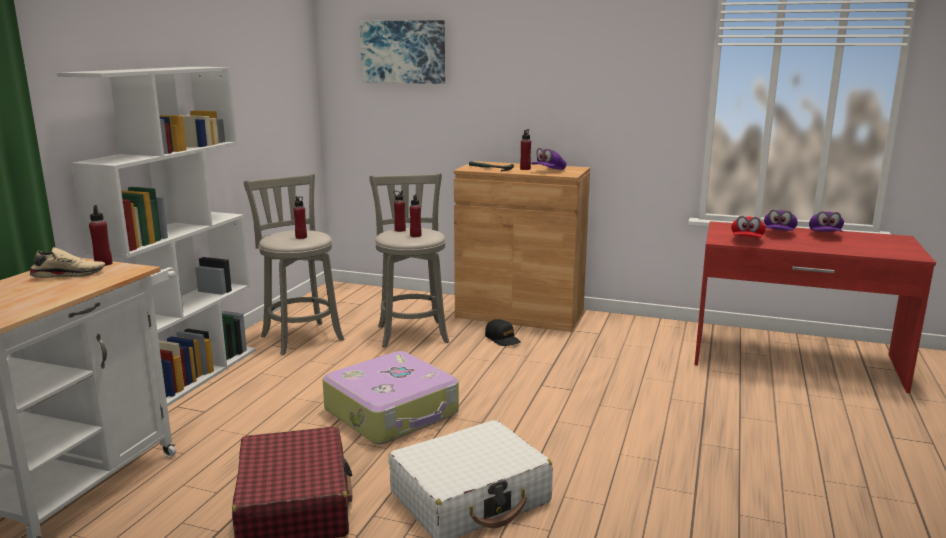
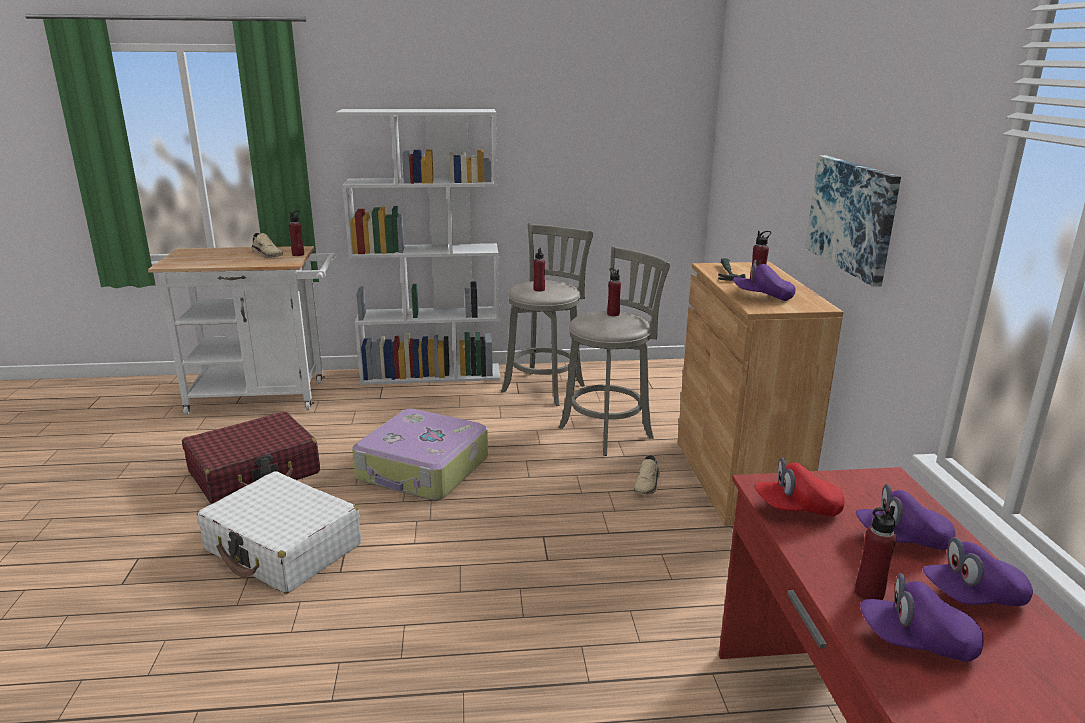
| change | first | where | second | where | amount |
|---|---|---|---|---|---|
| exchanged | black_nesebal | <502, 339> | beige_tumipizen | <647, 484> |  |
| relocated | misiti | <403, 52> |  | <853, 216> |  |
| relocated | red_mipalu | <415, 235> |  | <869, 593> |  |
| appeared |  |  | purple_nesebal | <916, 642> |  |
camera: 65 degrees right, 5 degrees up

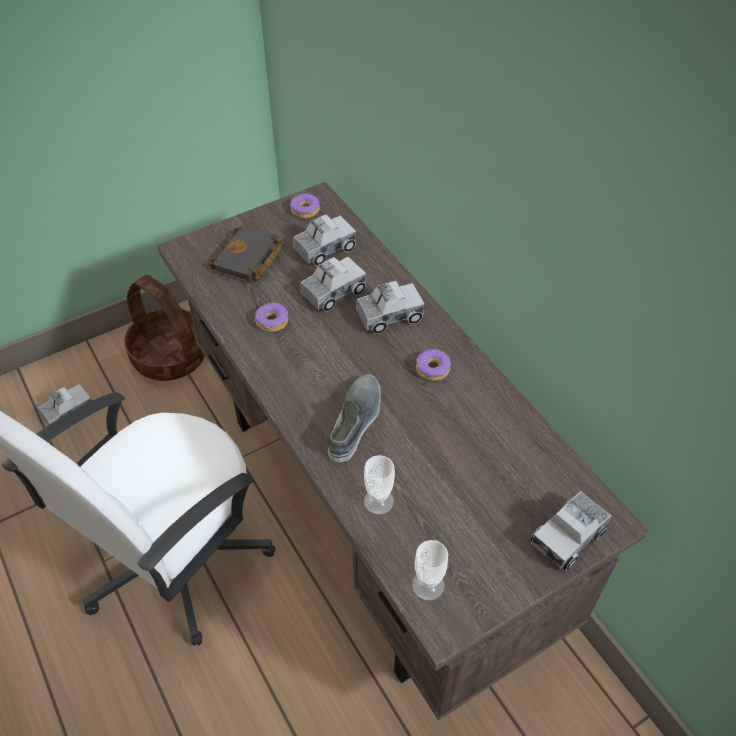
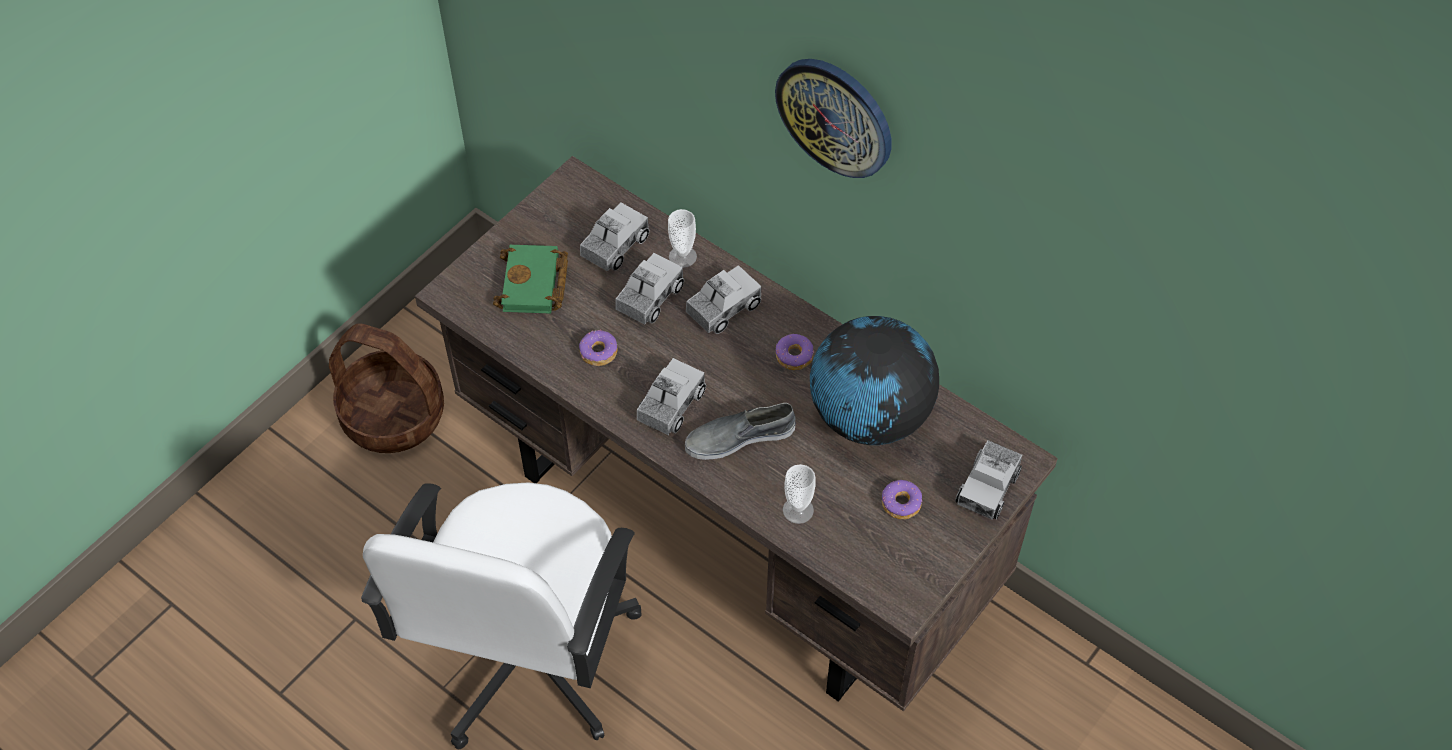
| change | first | where | second | where | amount |
|---|---|---|---|---|---|
| colour | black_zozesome | <249, 260> | green_zozesome | <534, 285> |  |
| relocated | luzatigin | <68, 412> |  | <671, 405> |  |
| relocated | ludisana | <428, 585> |  | <682, 256> |  |
| spun | grey_tumipizen | <355, 421> |  | <739, 437> | 105 degrees counterclockwise |
| appeared |  |  | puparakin | <835, 116> |  |
| appeared |  |  | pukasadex | <869, 416> |  |
| relocated | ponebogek | <305, 210> |  | <901, 504> |  |
camera: 20 degrees left, 5 degrees up

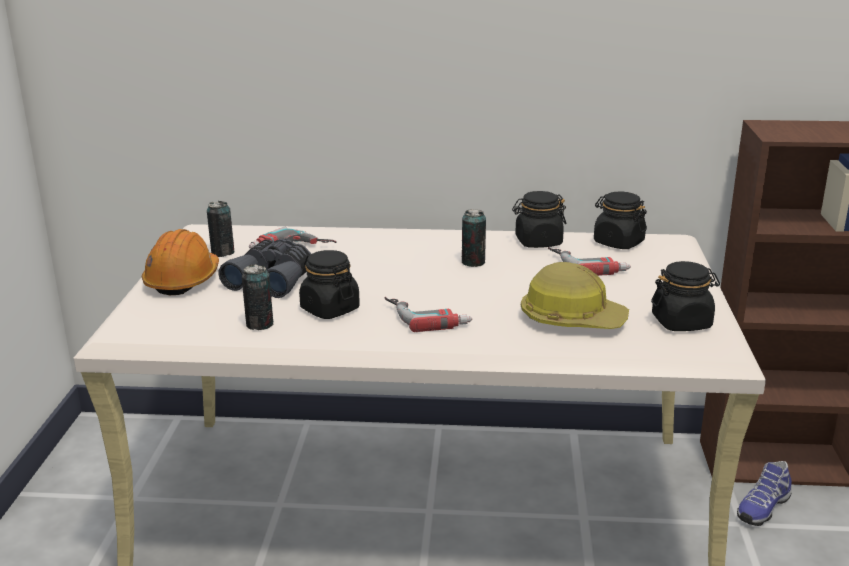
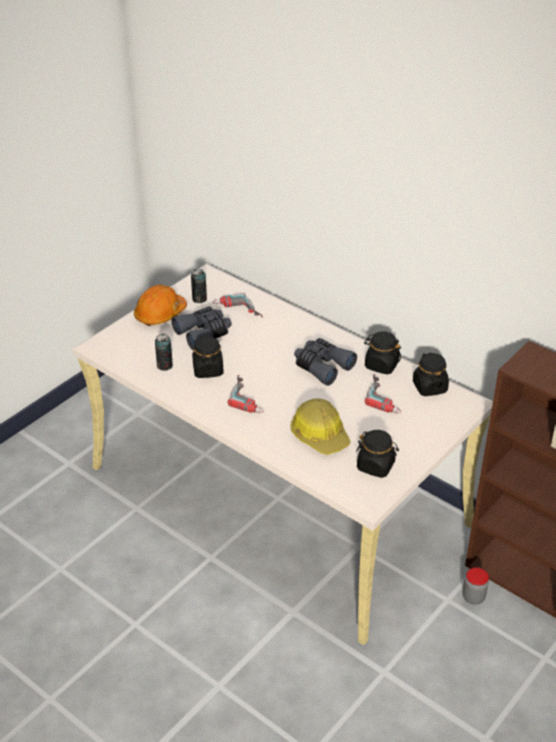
| change | first | where | second | where | amount |
|---|---|---|---|---|---|
| exchanged | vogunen | <473, 262> | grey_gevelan | <322, 366> |  |
| exchanged | tumipizen | <762, 507> | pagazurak | <473, 597> |  |
camera: 35 degrees right, 15 degrees up

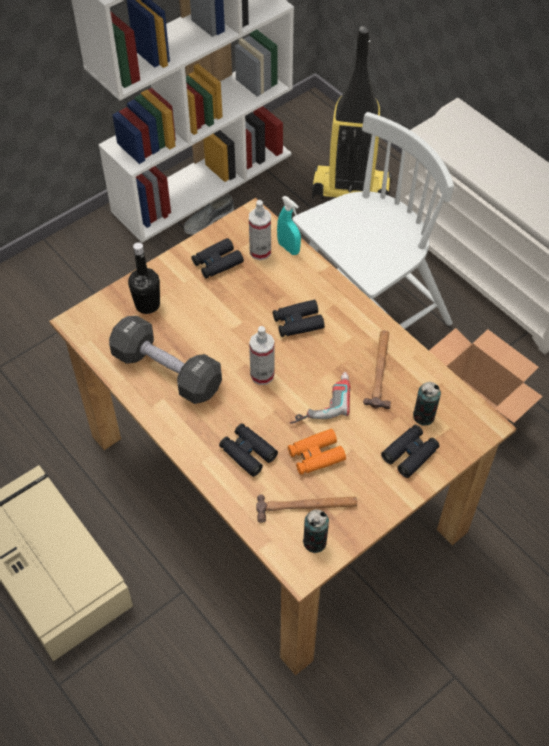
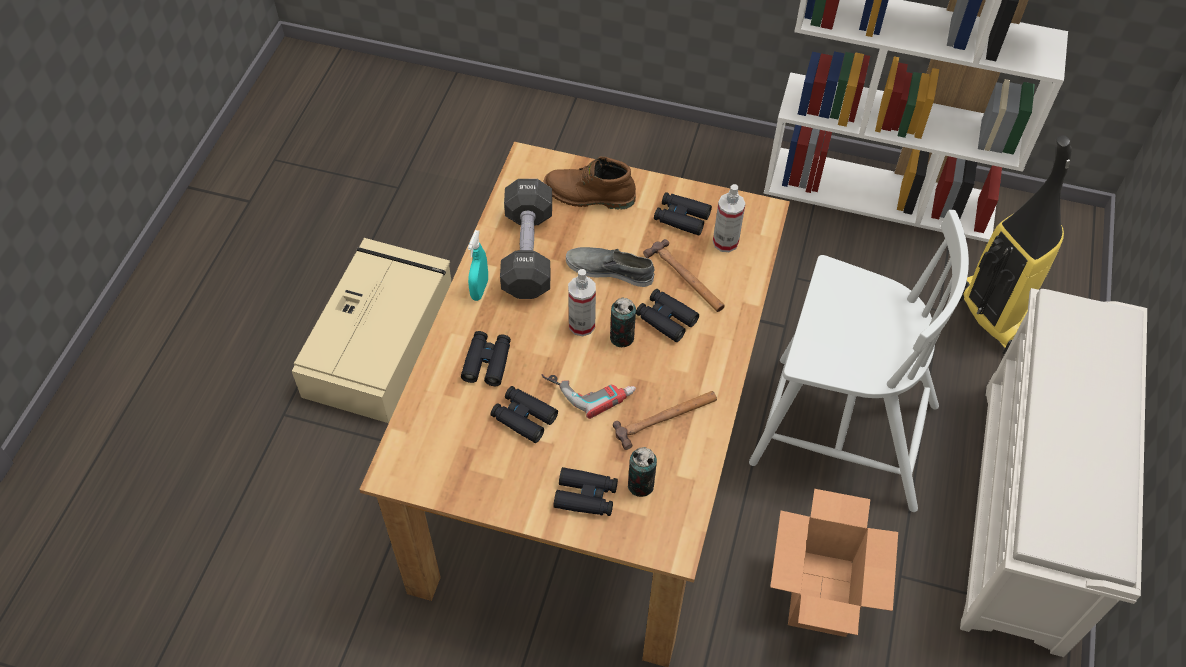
| change | first | where | second | where | amount |
|---|---|---|---|---|---|
| relocated | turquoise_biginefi | <288, 248> |  | <479, 289> |  |
| colour | orange_gevelan | <315, 456> | black_gevelan | <524, 417> |  |
| exchanged | black_mipalu | <147, 305> | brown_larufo | <588, 196> |  |
| relocated | grey_tumipizen | <208, 219> |  | <610, 270> |  |
| relocated | vogunen | <315, 542> |  | <622, 337> |  |
| relocated | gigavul | <306, 507> |  | <685, 279> |  |
camera: 55 degrees right, 0 degrees up

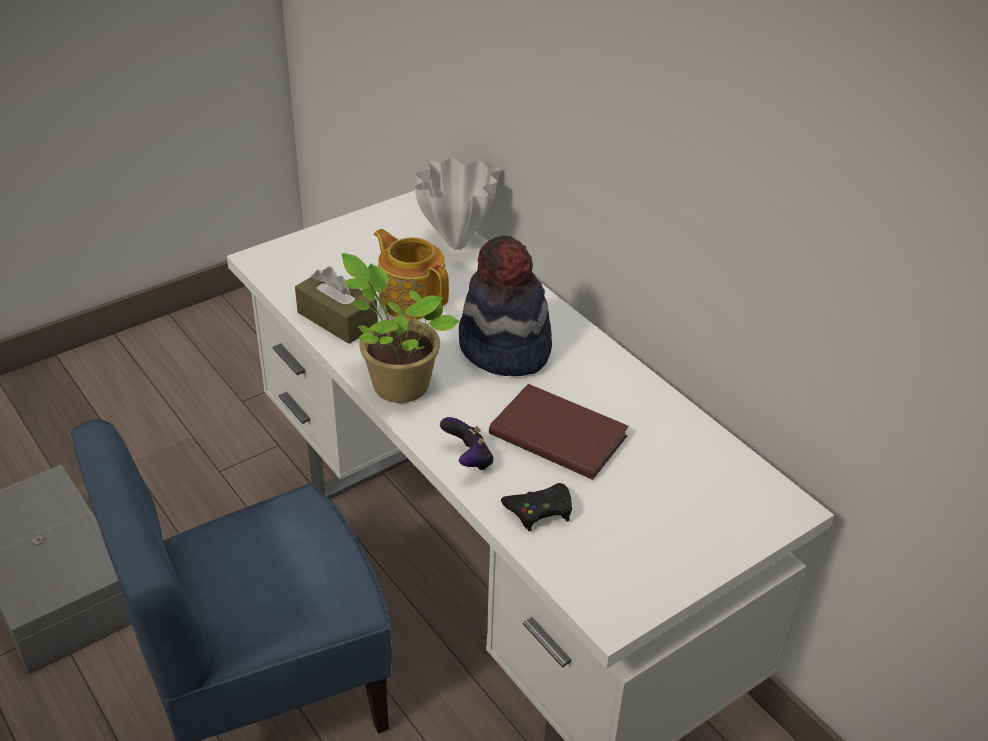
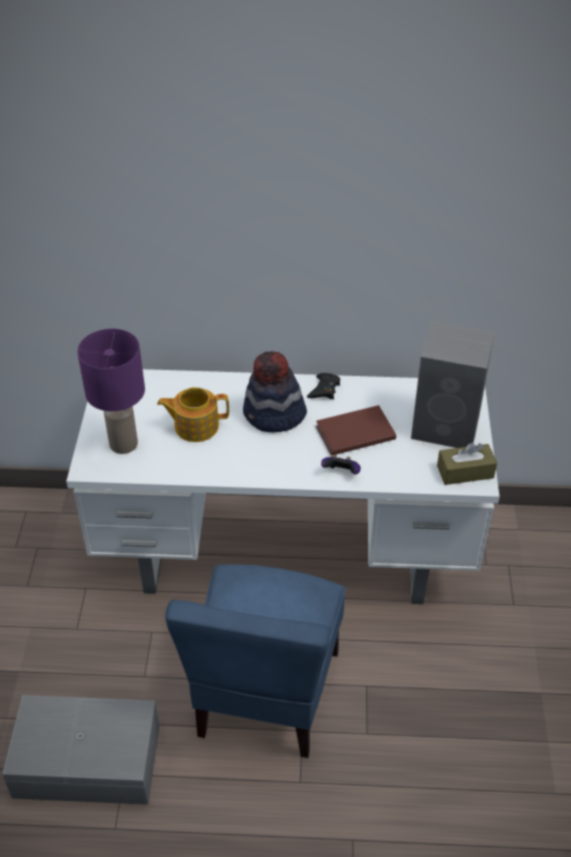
| change | first | where | second | where | amount |
|---|---|---|---|---|---|
| appeared |  |  | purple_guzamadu | <122, 444> |  |
| relocated | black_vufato | <539, 510> |  | <324, 389> |  |
| appeared |  |  | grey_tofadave | <447, 426> |  |
| relocated | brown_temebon | <337, 319> |  | <465, 472> |  |
| missing | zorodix | <397, 384> |  |  |  |
| missing | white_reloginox | <455, 244> |  |  |  |
camera: 50 degrees left, 5 degrees up

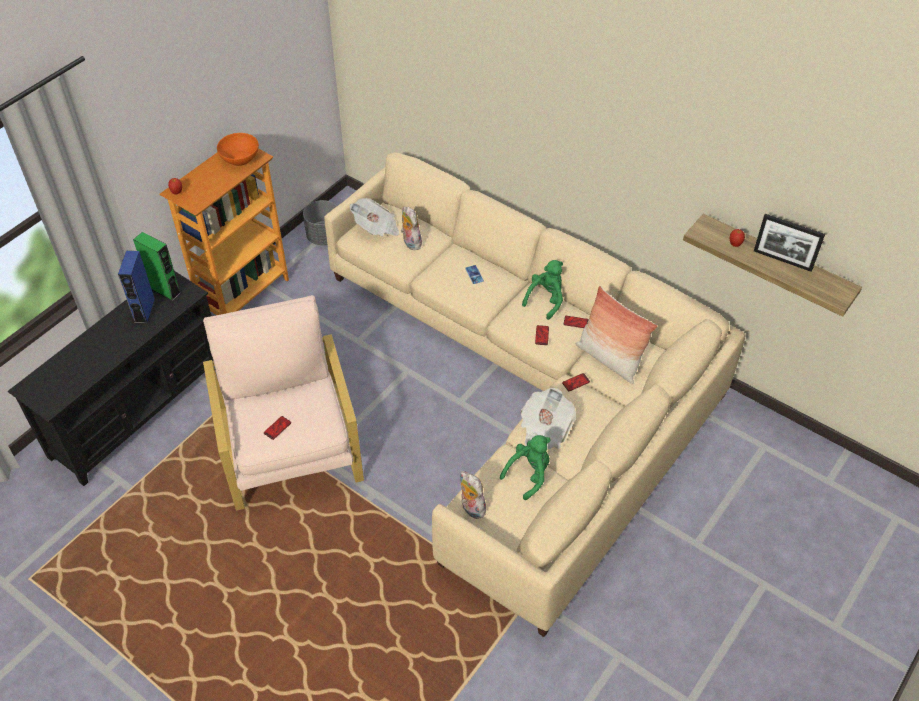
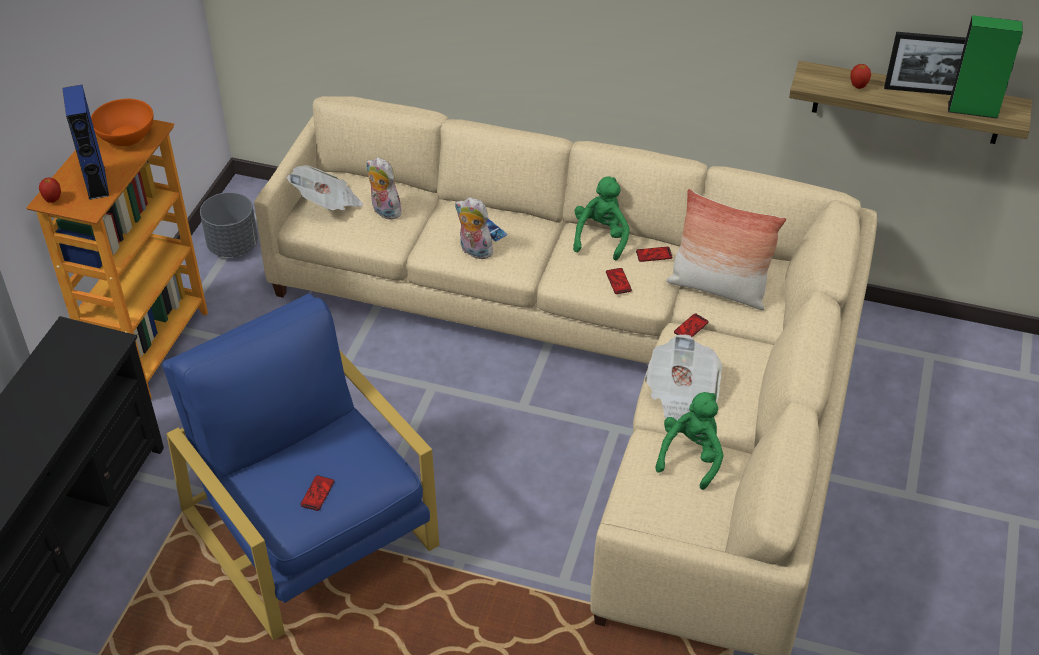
| change | first | where | second | where | amount |
|---|---|---|---|---|---|
| relocated | blue_tofadave | <144, 310> |  | <96, 183> |  |
| colour | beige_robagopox | <289, 445> | blue_robagopox | <310, 530> |  |
| relocated | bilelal | <471, 508> |  | <474, 251> |  |
| relocated | green_tofadave | <164, 290> |  | <973, 109> |  |
camera: 20 degrees left, 5 degrees down

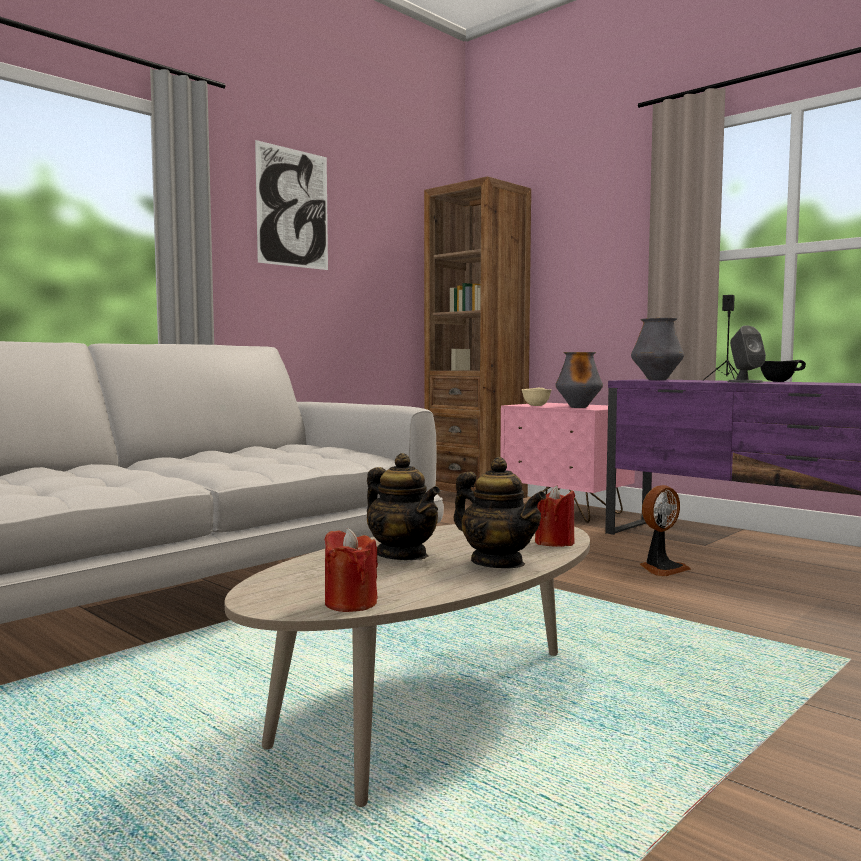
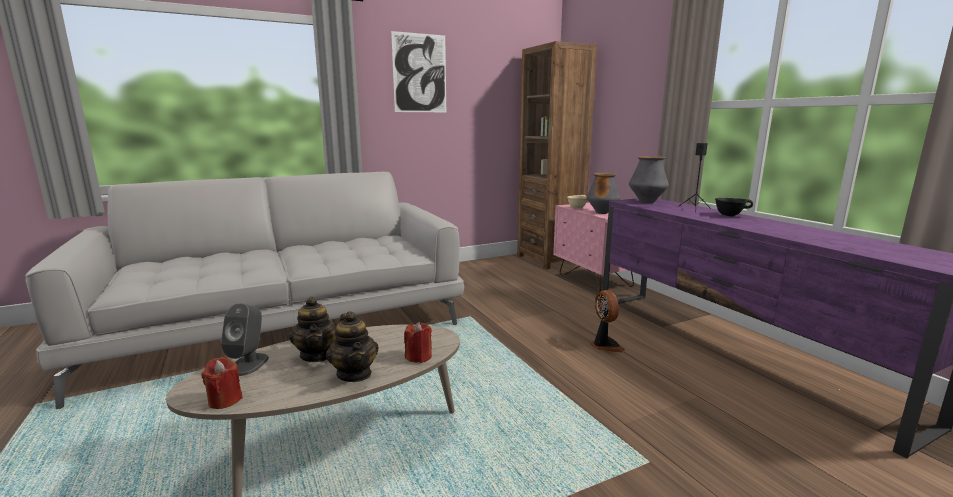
| change | first | where | second | where | amount |
|---|---|---|---|---|---|
| relocated | grey_tofadave | <744, 382> |  | <248, 364> |  |
| spun | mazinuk | <661, 569> |  | <605, 345> | 90 degrees counterclockwise |
camera: 20 degrees right, 10 degrees up

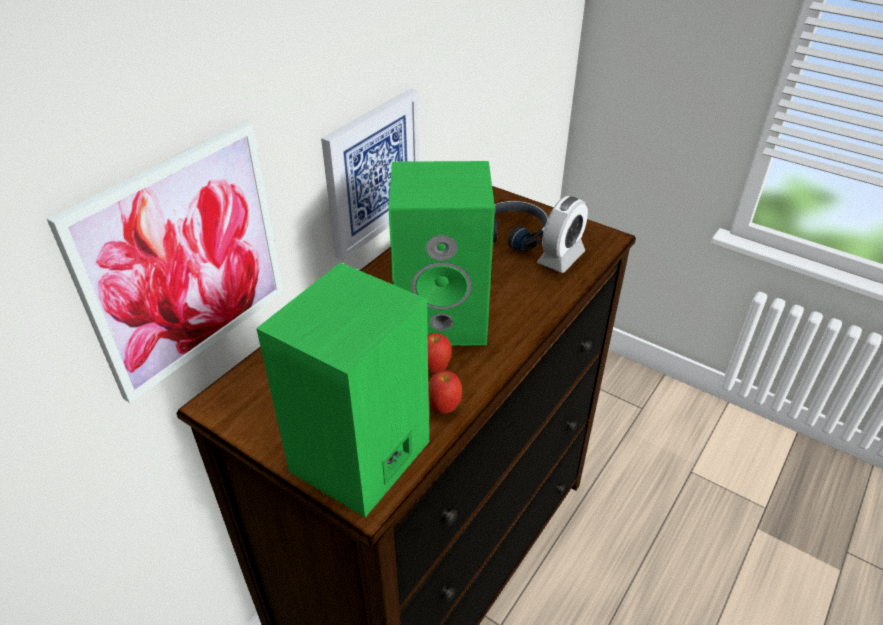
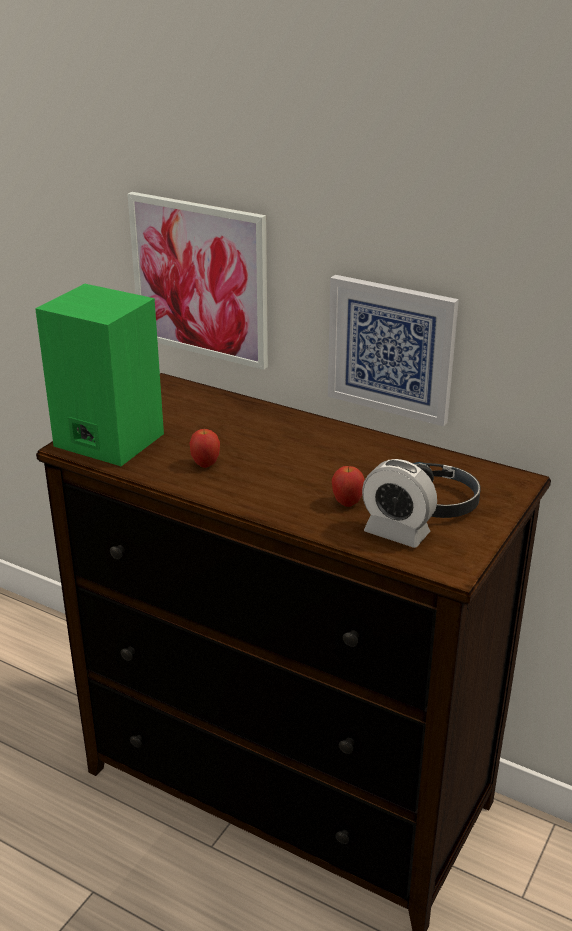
| change | first | where | second | where | amount |
|---|---|---|---|---|---|
| relocated | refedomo | <444, 407> |  | <347, 503> |  |
| missing | green_tofadave | <443, 317> |  |  |  |
camera: 85 degrees right, 10 degrees down

